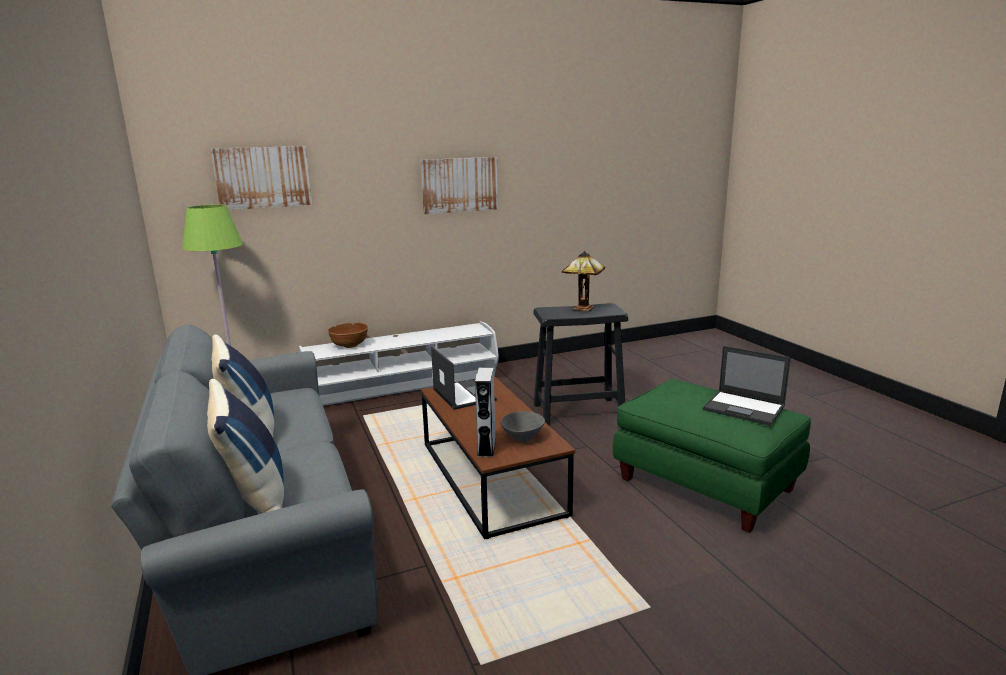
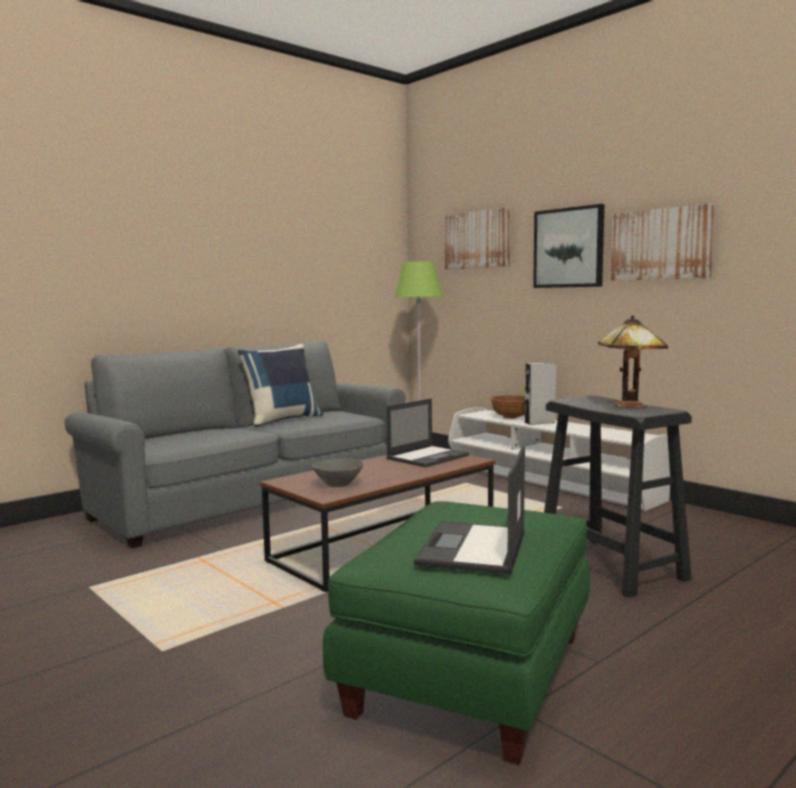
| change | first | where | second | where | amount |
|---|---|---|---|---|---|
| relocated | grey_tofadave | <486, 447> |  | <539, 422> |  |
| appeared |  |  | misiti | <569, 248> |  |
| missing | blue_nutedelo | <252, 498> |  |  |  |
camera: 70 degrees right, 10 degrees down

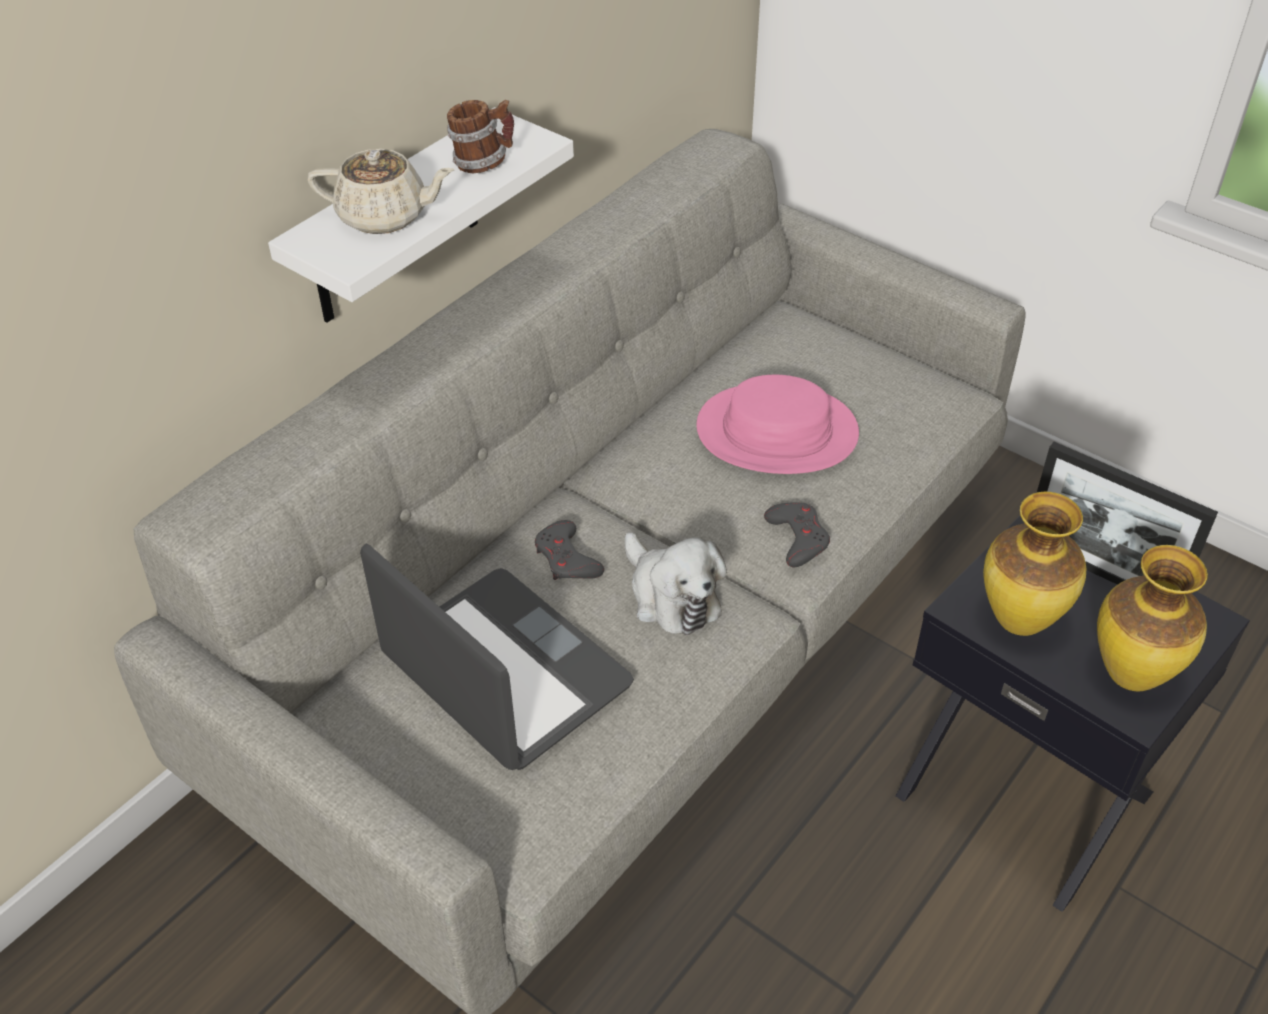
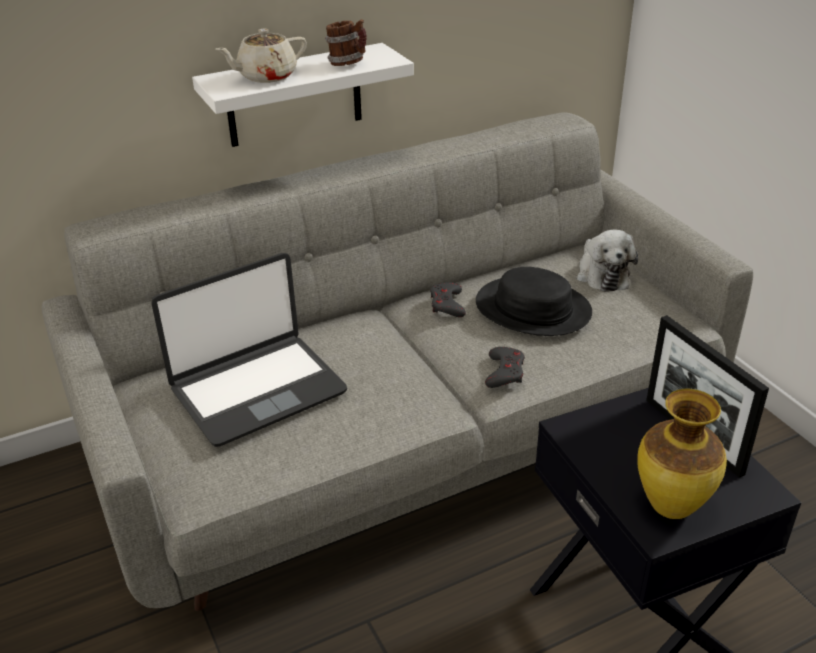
| change | first | where | second | where | amount |
|---|---|---|---|---|---|
| spun | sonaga | <503, 672> |  | <257, 390> | 75 degrees clockwise |
| spun | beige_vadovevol | <385, 216> |  | <266, 76> | 120 degrees clockwise |
| relocated | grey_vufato | <567, 558> |  | <447, 304> |  |
| colour | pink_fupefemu | <777, 432> | black_fupefemu | <532, 309> |  |
| relocated | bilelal | <671, 596> |  | <601, 274> |  |
| missing | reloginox | <1021, 622> |  |  |  |
camera: 25 degrees right, 10 degrees down

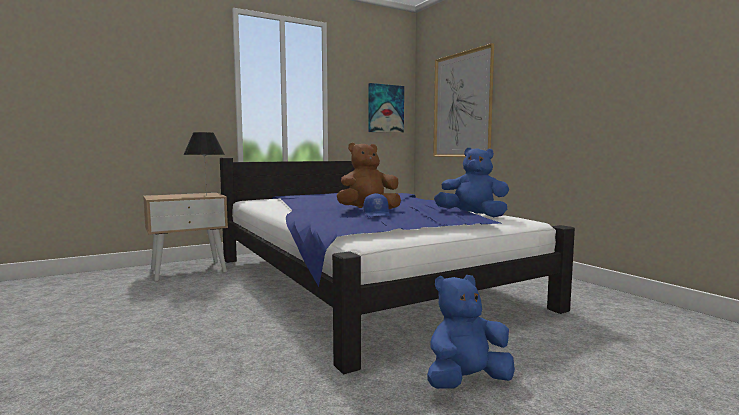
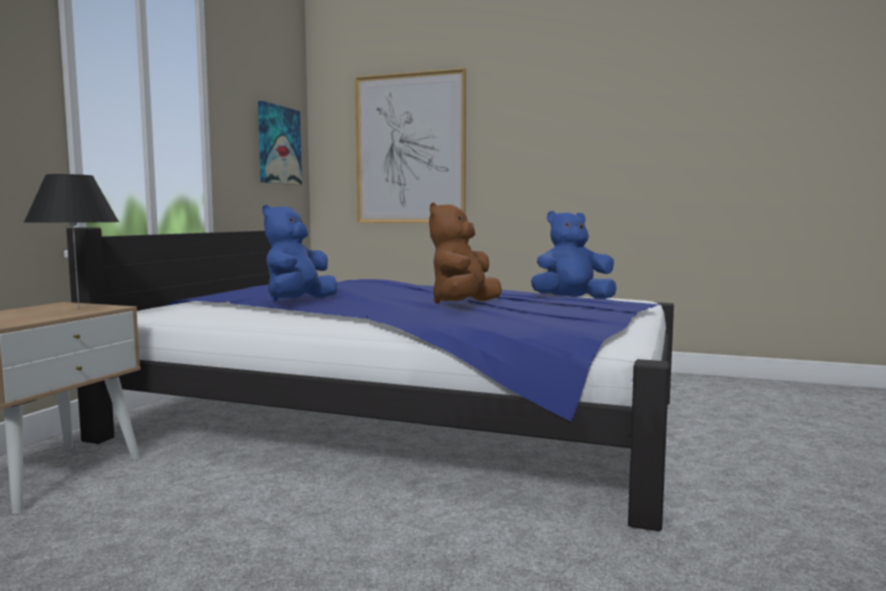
| change | first | where | second | where | amount |
|---|---|---|---|---|---|
| relocated | blue_bilelal | <466, 381> |  | <298, 301> |  |
| missing | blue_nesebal | <377, 214> |  |  |  |
camera: 40 degrees left, 0 degrees up

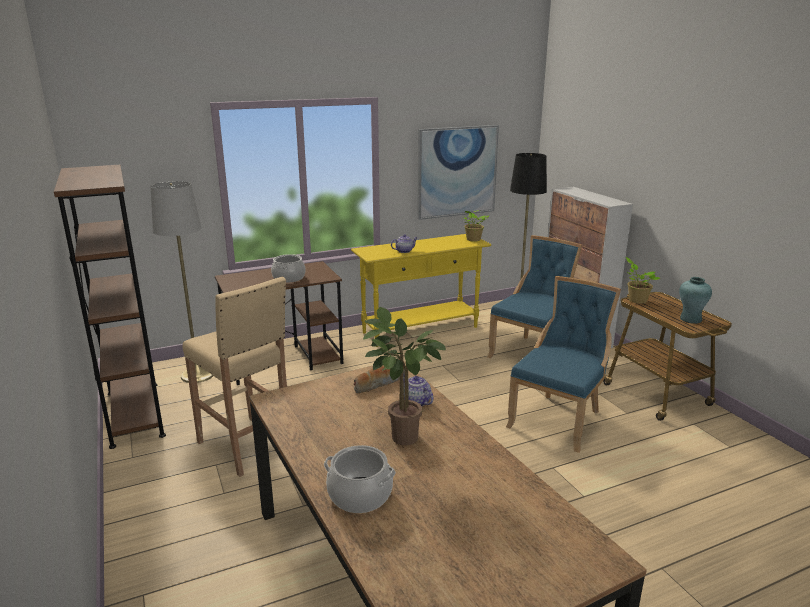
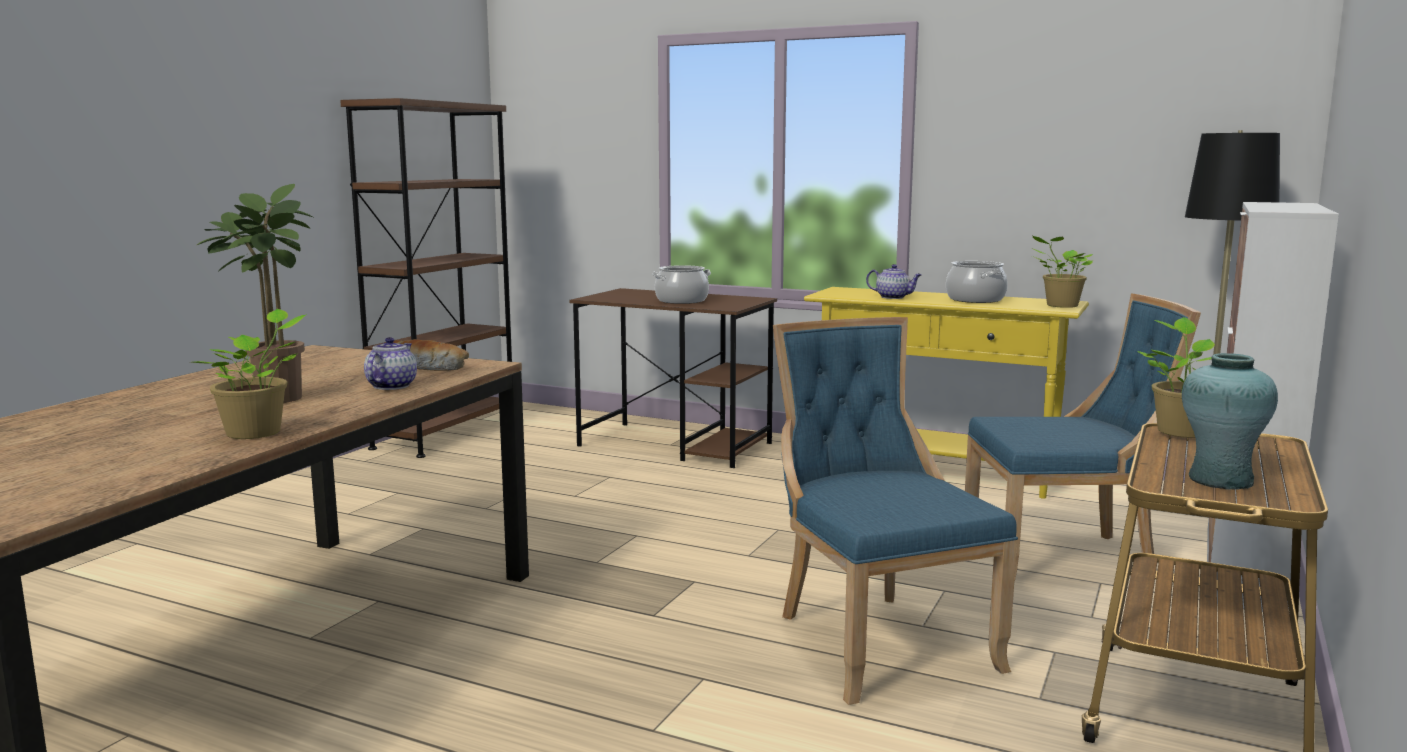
| change | first | where | second | where | amount |
|---|---|---|---|---|---|
| appeared |  |  | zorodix | <258, 432> |  |
| spun | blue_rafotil | <558, 419> |  | <876, 640> | 105 degrees counterclockwise |
| relocated | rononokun | <359, 495> |  | <975, 299> |  |
| missing | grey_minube | <197, 375> |  |  |  |
| missing | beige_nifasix | <247, 446> |  |  |  |
| missing | misiti | <457, 171> |  |  |  |
camera: 50 degrees right, 10 degrees down

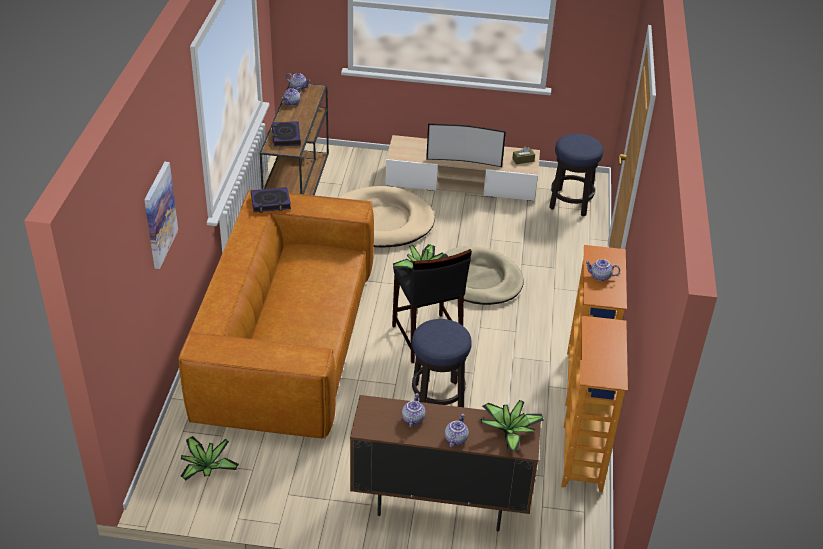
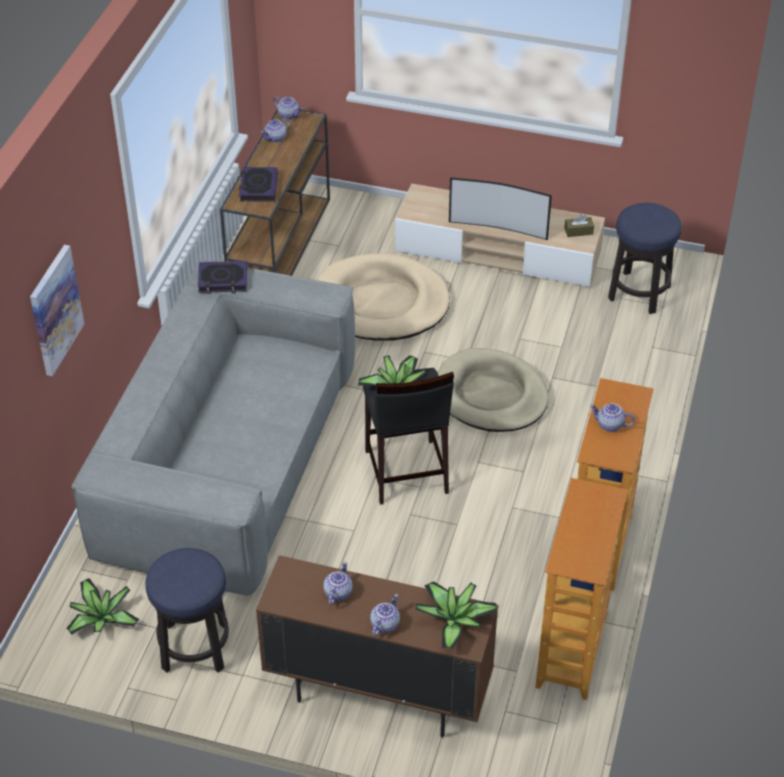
| change | first | where | second | where | amount |
|---|---|---|---|---|---|
| colour | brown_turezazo | <287, 340> | grey_turezazo | <228, 459> |  |
| relocated | nifasix | <437, 398> |  | <194, 647> |  |
camera: 10 degrees right, 5 degrees up

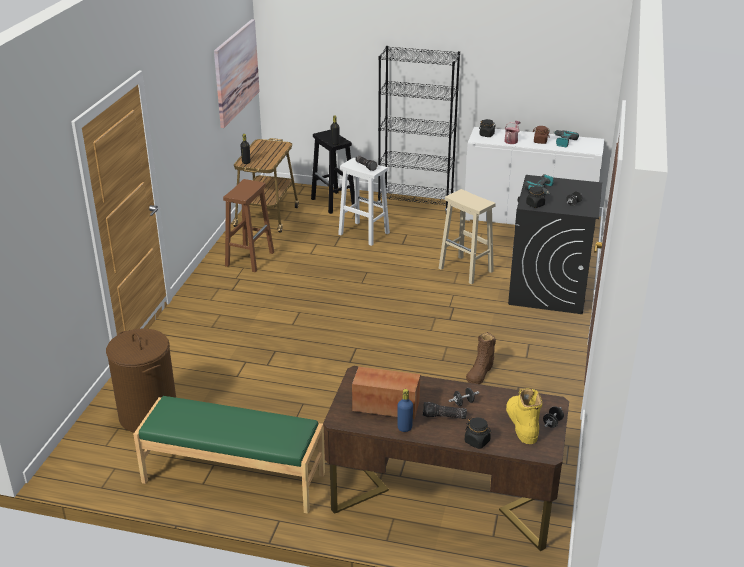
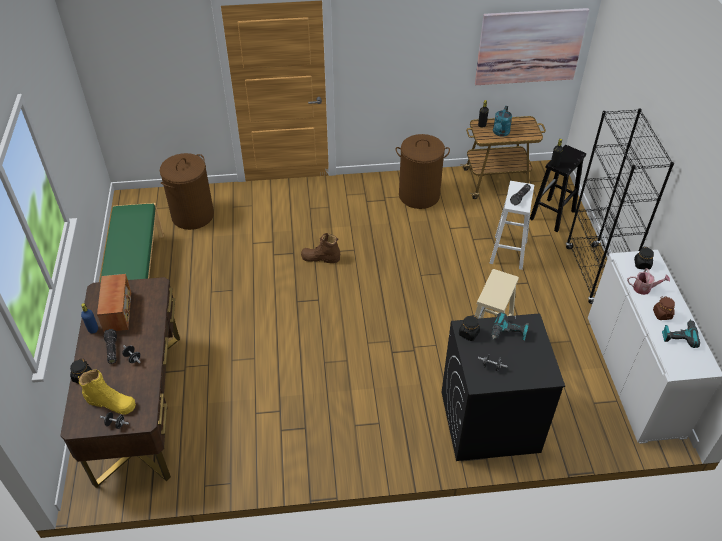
| change | first | where | second | where | amount |
|---|---|---|---|---|---|
| spun | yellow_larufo | <522, 424> |  | <111, 402> | 45 degrees clockwise |
| relocated | brown_larufo | <480, 372> |  | <320, 258> |  |
| exchanged | brown_nifasix | <250, 258> | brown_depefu | <419, 195> |  |
| appeared |  |  | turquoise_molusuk | <500, 133> |  |
camera: 70 degrees right, 15 degrees up

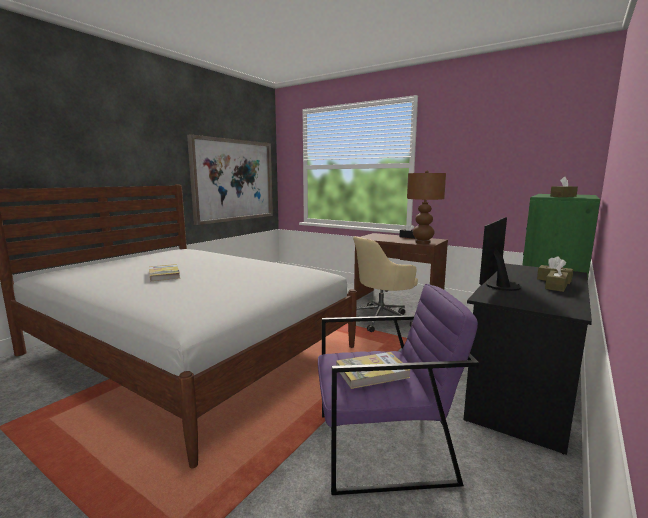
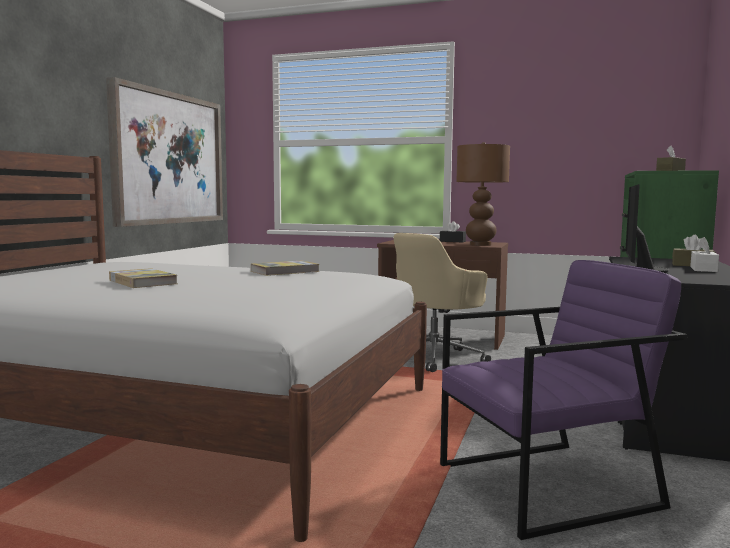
| change | first | where | second | where | amount |
|---|---|---|---|---|---|
| relocated | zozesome | <372, 372> |  | <285, 271> |  |
| colour | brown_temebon | <556, 287> | white_temebon | <703, 269> |  |
camera: 15 degrees left, 5 degrees down

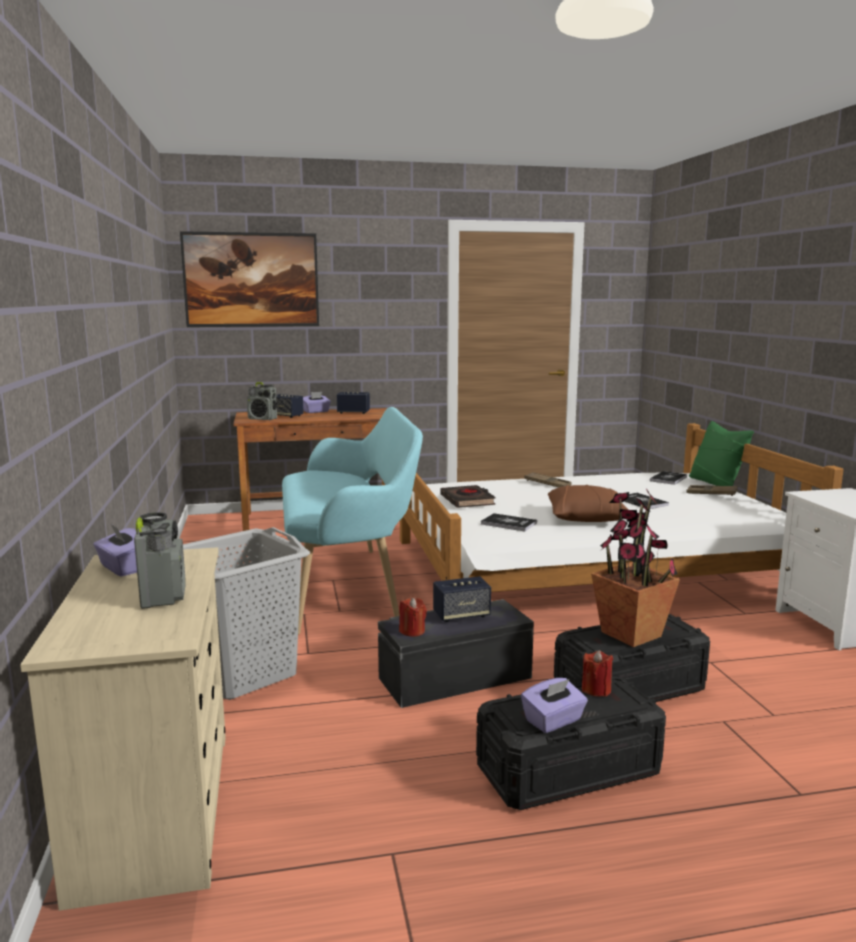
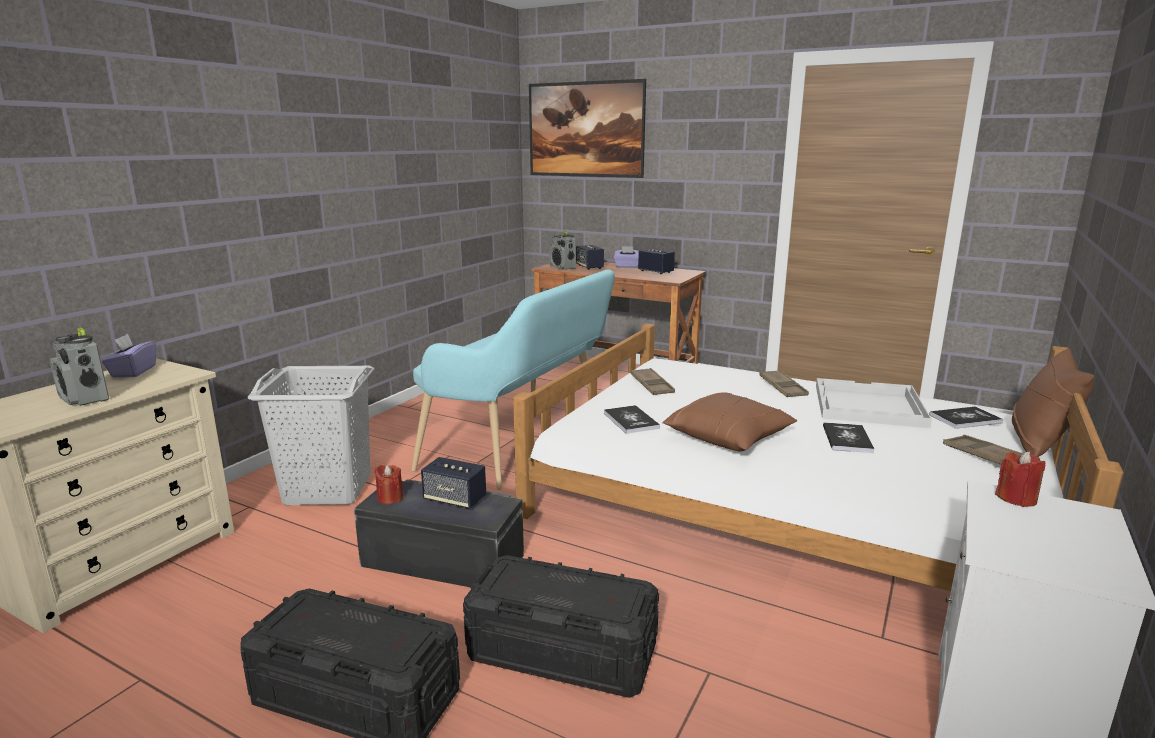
| change | first | where | second | where | amount |
|---|---|---|---|---|---|
| spun | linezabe | <163, 595> |  | <84, 399> | 105 degrees clockwise |
| exchanged | black_zozesome | <467, 501> | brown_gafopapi | <651, 385> |  |
| appeared |  |  | white_gafopapi | <867, 405> |  |
| relocated | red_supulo | <596, 689> |  | <1016, 498> |  |
| colour | green_nutedelo | <716, 483> | brown_nutedelo | <1038, 443> |  |
| missing | purple_temebon | <553, 721> |  |  |  |
| missing | zorodix | <630, 634> |  |  |  |
camera: 40 degrees right, 5 degrees up

